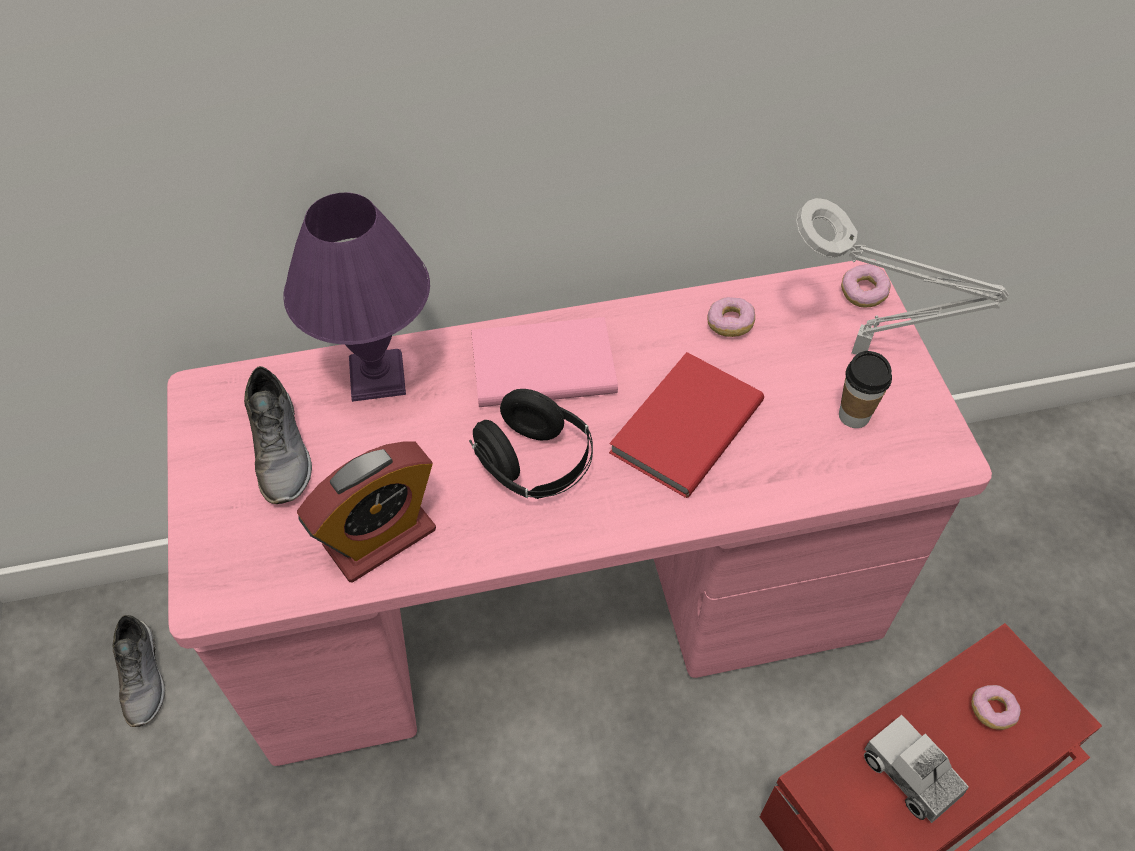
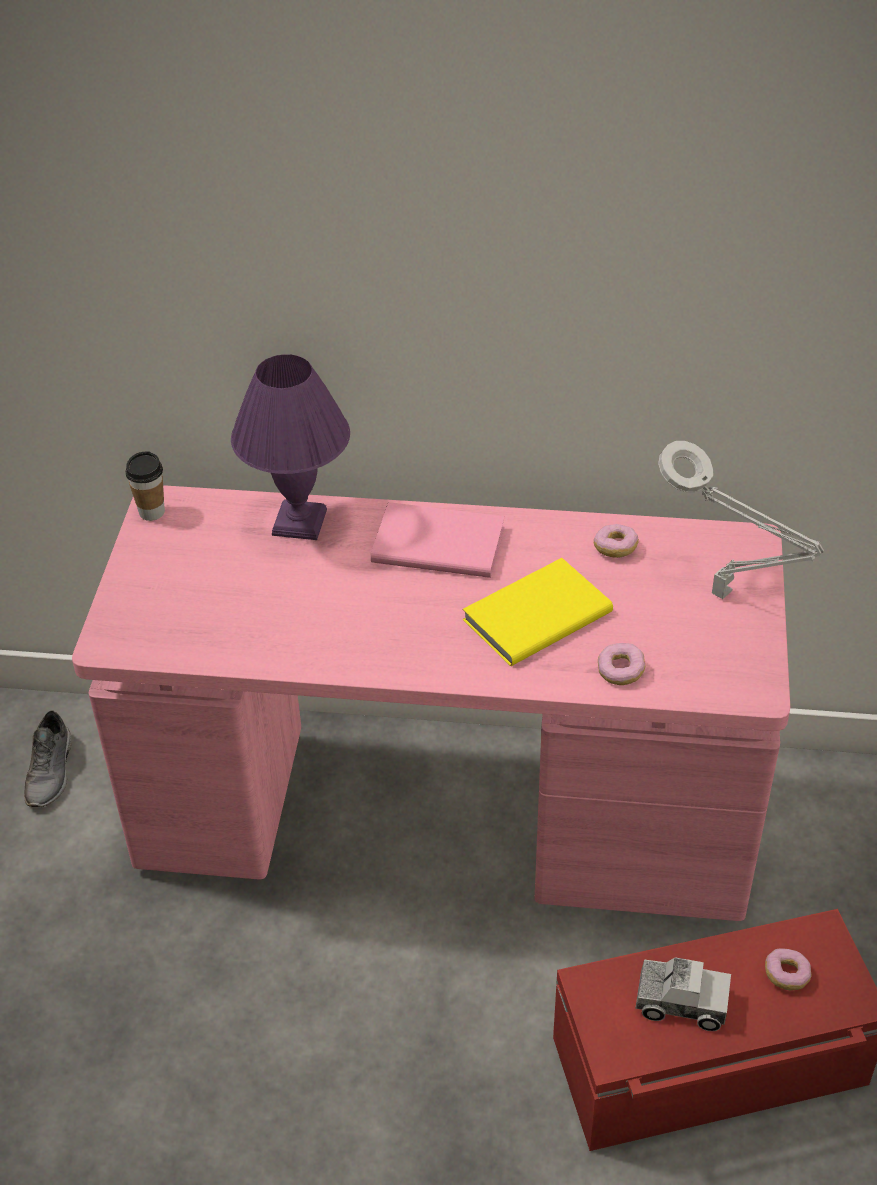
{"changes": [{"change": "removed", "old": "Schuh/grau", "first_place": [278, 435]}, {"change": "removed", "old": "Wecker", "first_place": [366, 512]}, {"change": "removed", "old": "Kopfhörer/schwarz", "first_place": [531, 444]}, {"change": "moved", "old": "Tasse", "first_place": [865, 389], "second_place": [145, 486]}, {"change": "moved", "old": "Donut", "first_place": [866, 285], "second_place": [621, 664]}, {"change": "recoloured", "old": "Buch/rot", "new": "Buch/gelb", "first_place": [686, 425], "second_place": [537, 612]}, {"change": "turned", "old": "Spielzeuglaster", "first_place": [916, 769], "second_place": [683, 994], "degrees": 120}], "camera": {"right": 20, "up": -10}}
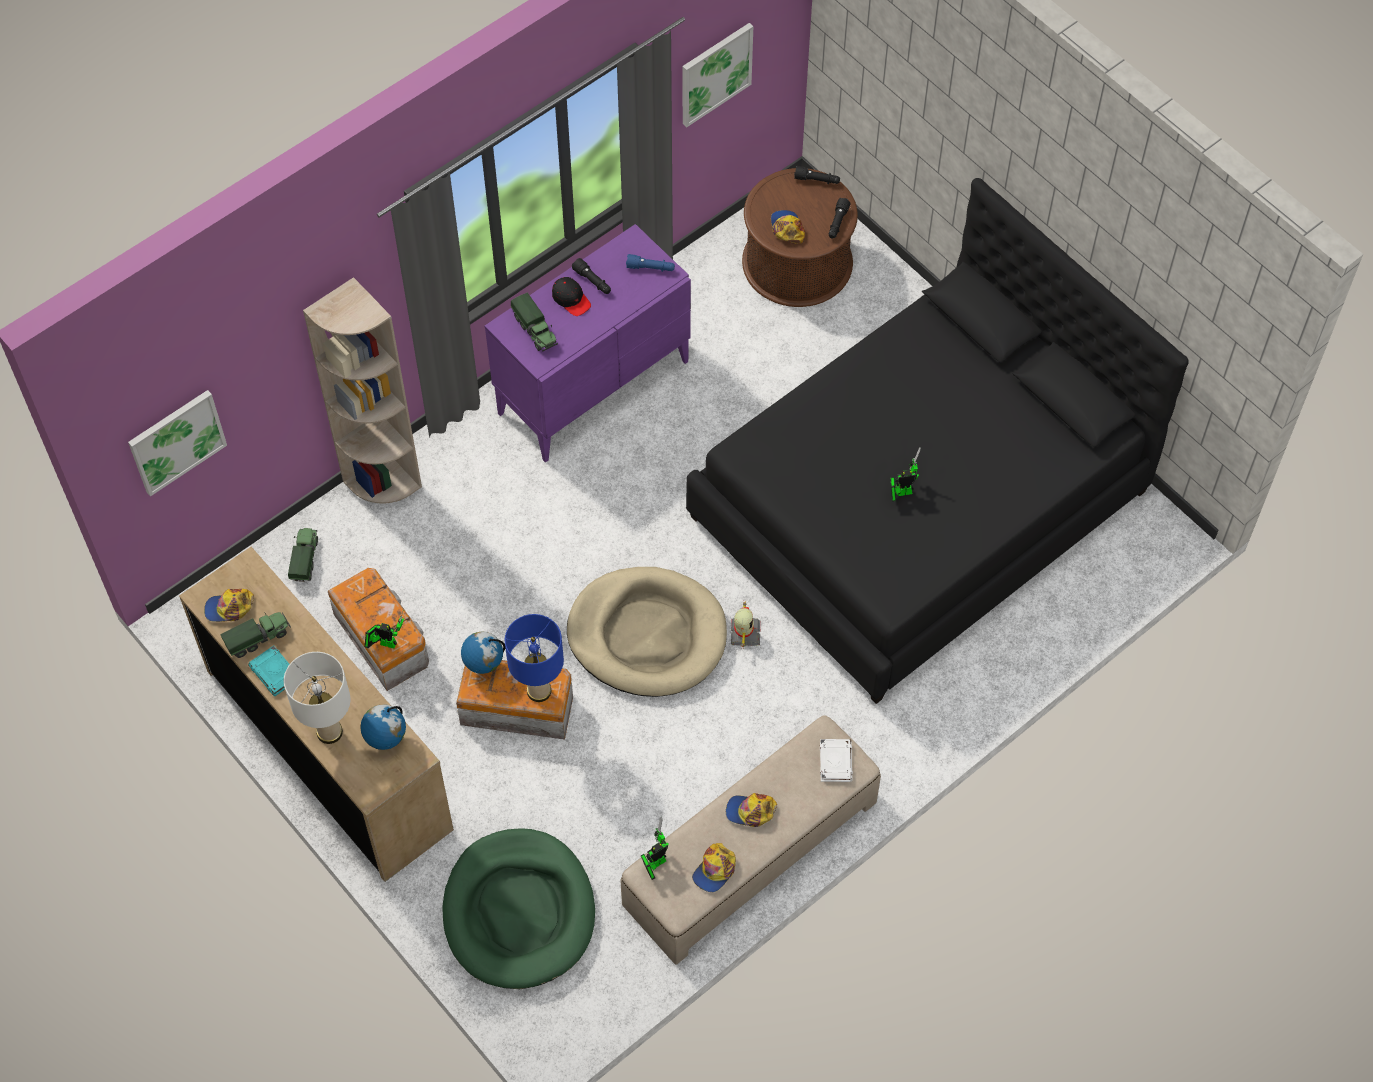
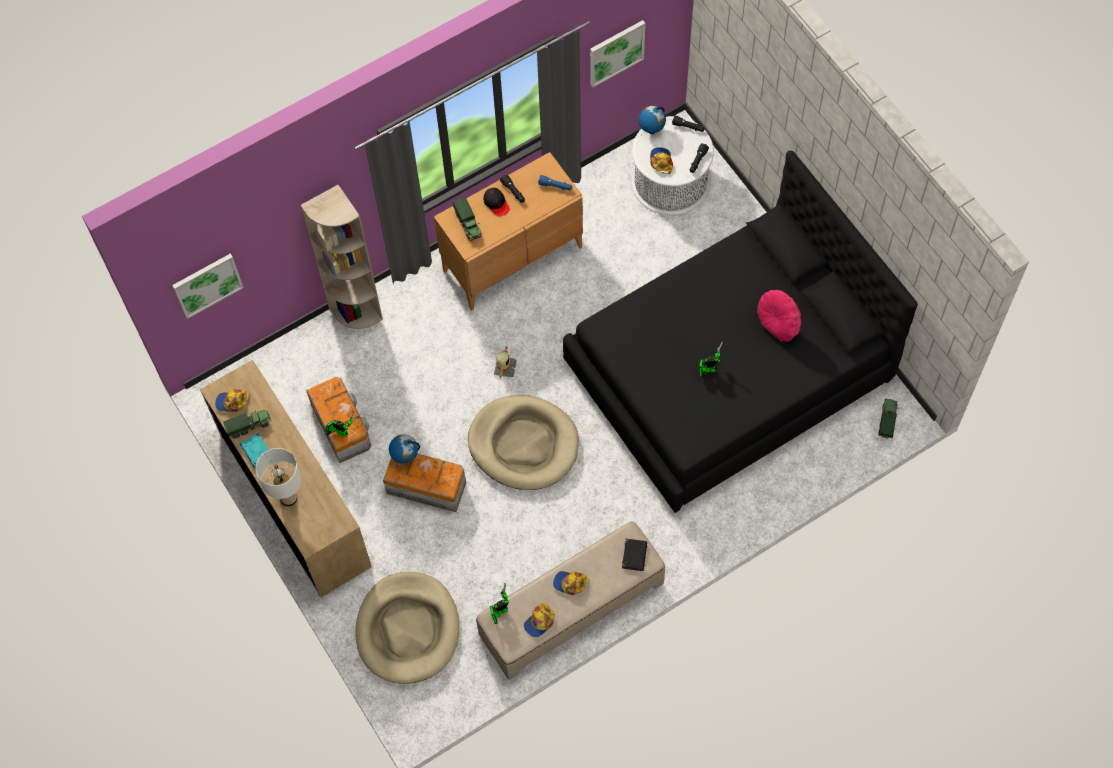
{"changes": [{"change": "removed", "old": "Tischlampe/blau", "first_place": [534, 658]}, {"change": "added", "new": "Kissen/rosa", "second_place": [779, 316]}, {"change": "moved", "old": "Spielzeuglaster", "first_place": [303, 555], "second_place": [888, 419]}, {"change": "moved", "old": "Globus", "first_place": [383, 727], "second_place": [652, 120]}, {"change": "moved", "old": "Spielzeugroboter", "first_place": [745, 625], "second_place": [505, 363]}, {"change": "recoloured", "old": "Hundebett/grün", "new": "Hundebett/beige", "first_place": [518, 908], "second_place": [407, 628]}, {"change": "recoloured", "old": "Schrank/lila", "new": "Schrank/braun", "first_place": [588, 343], "second_place": [508, 231]}, {"change": "recoloured", "old": "Couchtisch/braun", "new": "Couchtisch/weiß", "first_place": [800, 237], "second_place": [672, 165]}, {"change": "recoloured", "old": "Buch/weiß", "new": "Buch/schwarz", "first_place": [836, 760], "second_place": [634, 555]}], "camera": {"right": 10, "up": 5}}
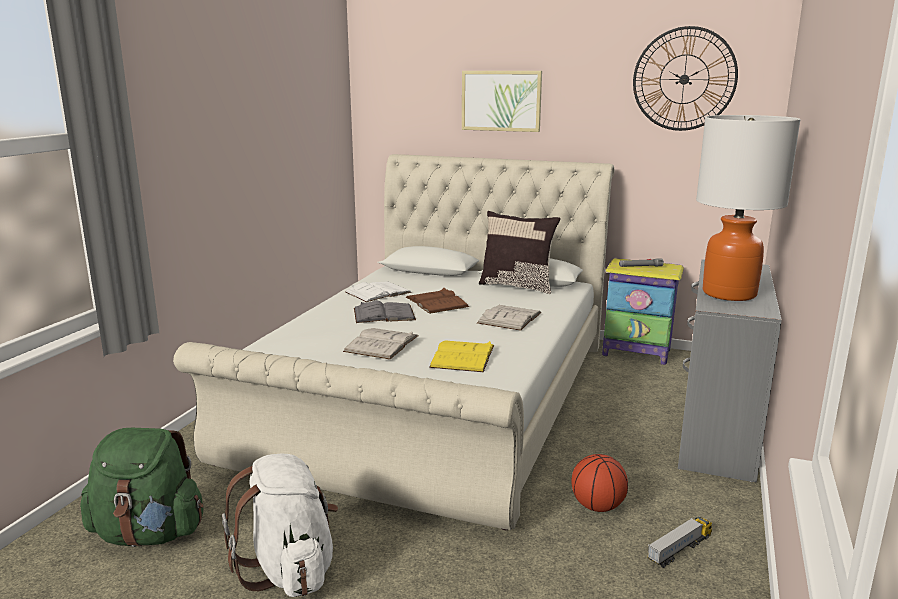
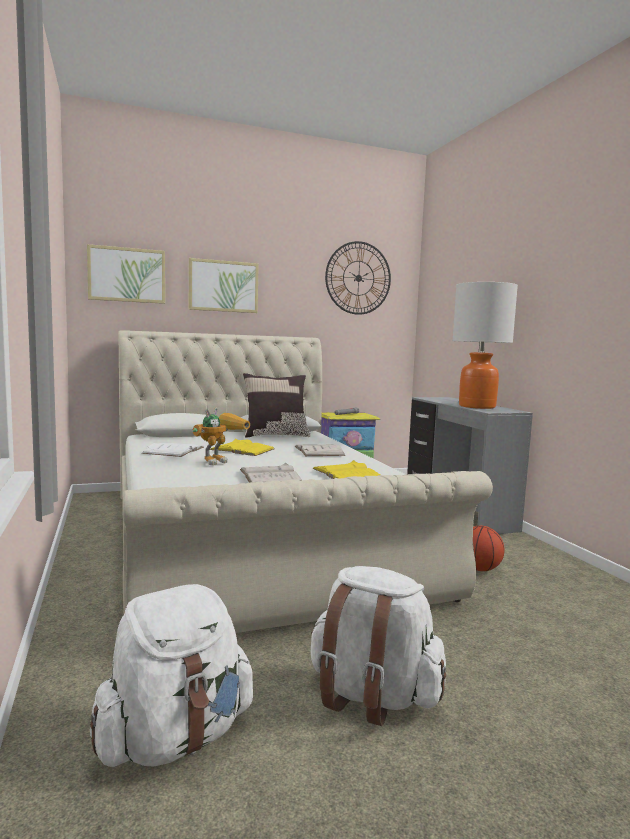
{"changes": [{"change": "removed", "old": "Spielzeuglaster", "first_place": [680, 542]}, {"change": "added", "new": "Bild", "second_place": [126, 274]}, {"change": "replaced", "old": "Buch/grau", "new": "Spielzeugroboter", "first_place": [385, 312], "second_place": [221, 437]}, {"change": "recoloured", "old": "Rucksack/grün", "new": "Rucksack/weiß", "first_place": [142, 487], "second_place": [171, 675]}, {"change": "recoloured", "old": "Buch/braun", "new": "Buch/gelb", "first_place": [437, 301], "second_place": [242, 447]}], "camera": {"right": -40, "up": -10}}
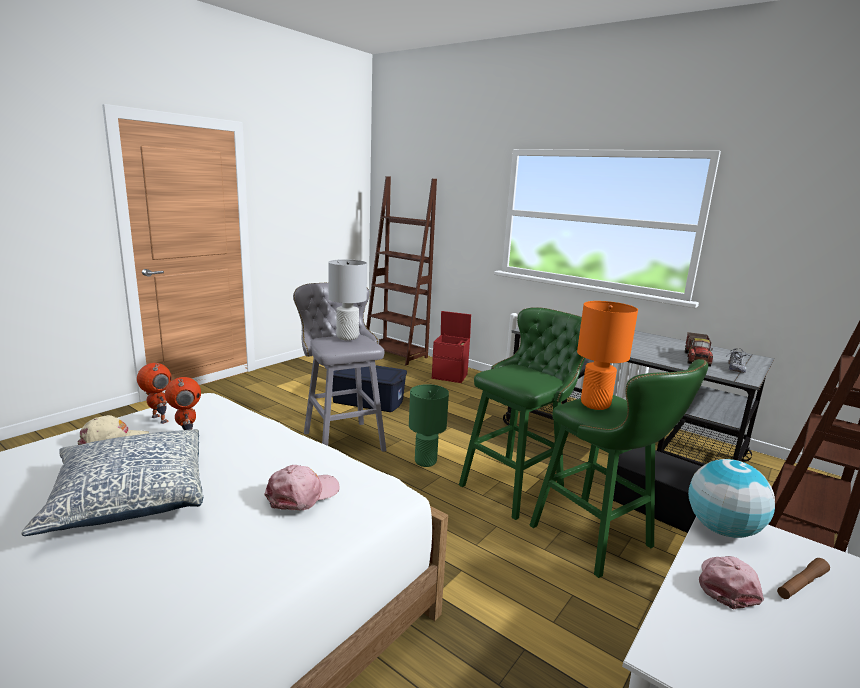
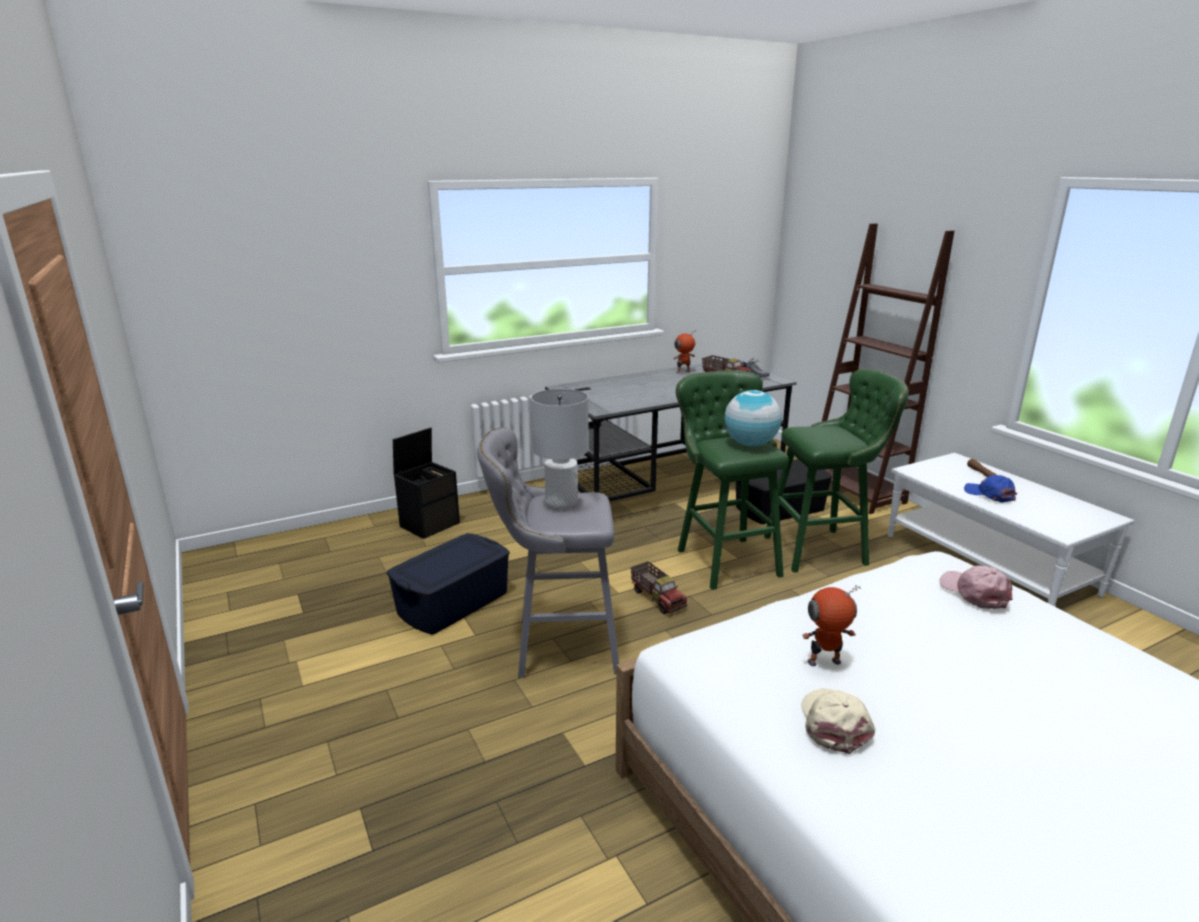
{"changes": [{"change": "removed", "old": "Kissen", "first_place": [112, 482]}, {"change": "removed", "old": "Bücherregal/braun", "first_place": [401, 270]}, {"change": "removed", "old": "Tischlampe/orange", "first_place": [607, 355]}, {"change": "moved", "old": "Spielzeugroboter", "first_place": [154, 393], "second_place": [685, 351]}, {"change": "moved", "old": "Globus", "first_place": [731, 498], "second_place": [753, 418]}, {"change": "replaced", "old": "Tischlampe/grün", "new": "Spielzeuglaster", "first_place": [429, 425], "second_place": [658, 587]}, {"change": "recoloured", "old": "Aufbewahrungsbox/rot", "new": "Aufbewahrungsbox/schwarz", "first_place": [451, 347], "second_place": [426, 483]}, {"change": "recoloured", "old": "Kappe/rosa", "new": "Kappe/blau", "first_place": [731, 582], "second_place": [990, 489]}], "camera": {"right": -65, "up": 5}}
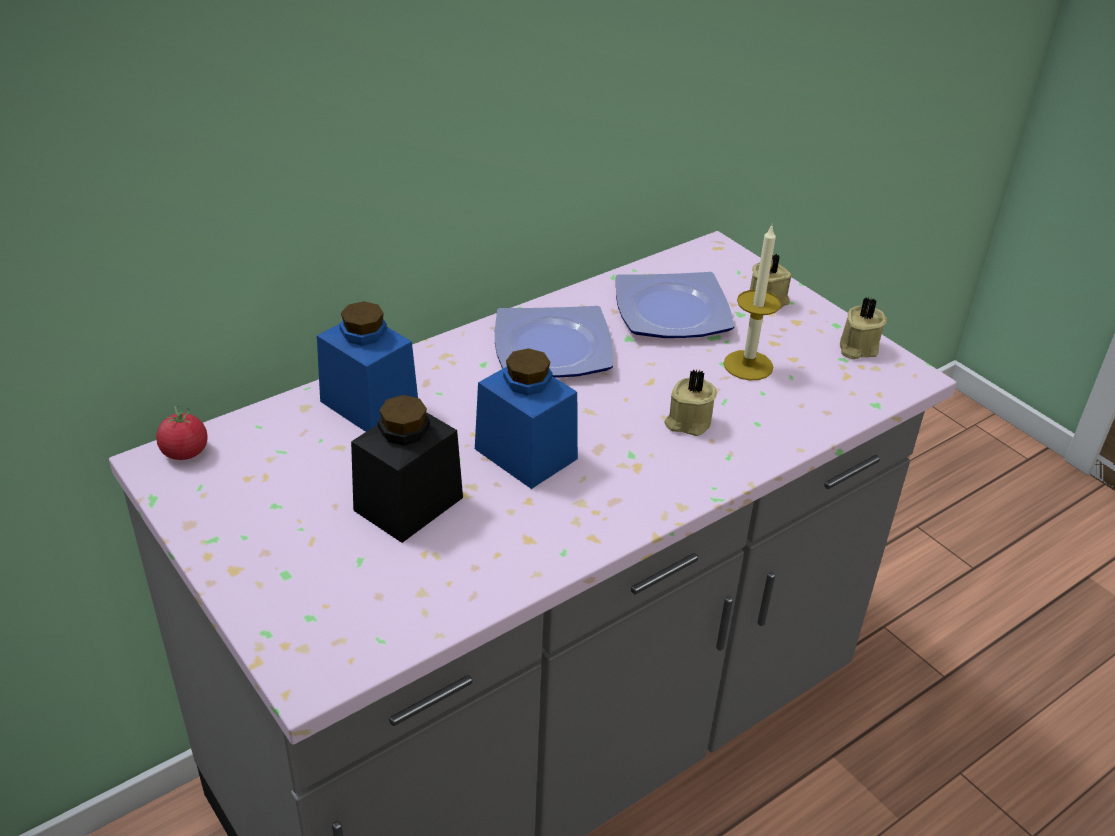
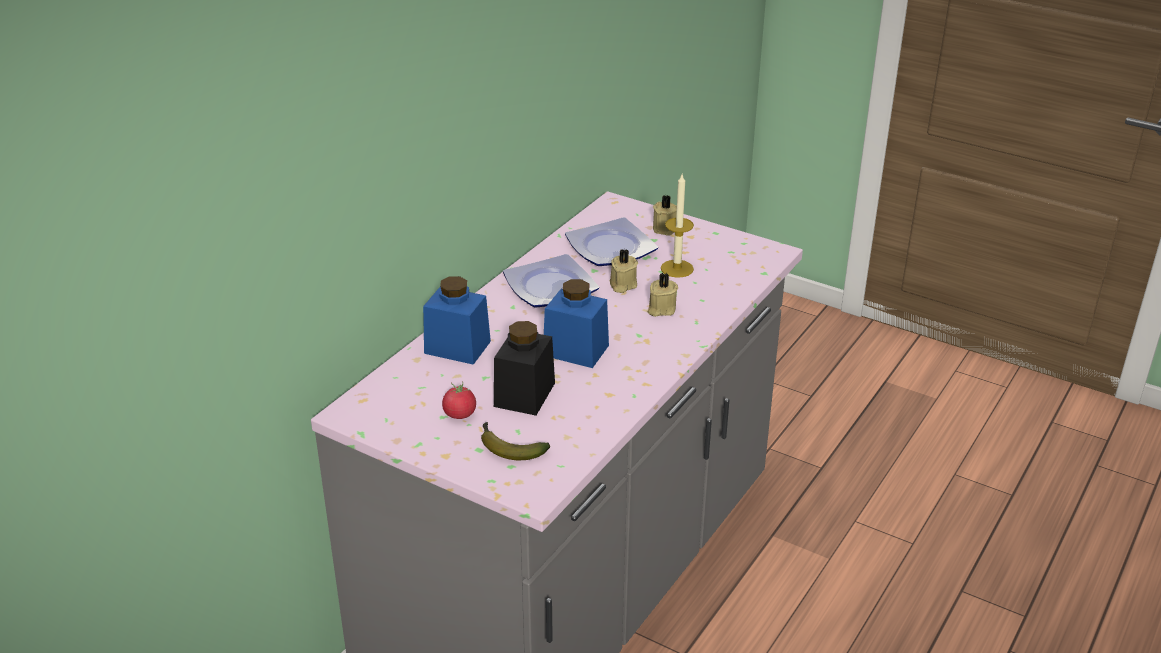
{"changes": [{"change": "added", "new": "Banane", "second_place": [515, 441]}, {"change": "moved", "old": "Tomate", "first_place": [182, 432], "second_place": [459, 400]}, {"change": "moved", "old": "Kerze/beige", "first_place": [863, 328], "second_place": [623, 271]}], "camera": {"right": -20, "up": -5}}
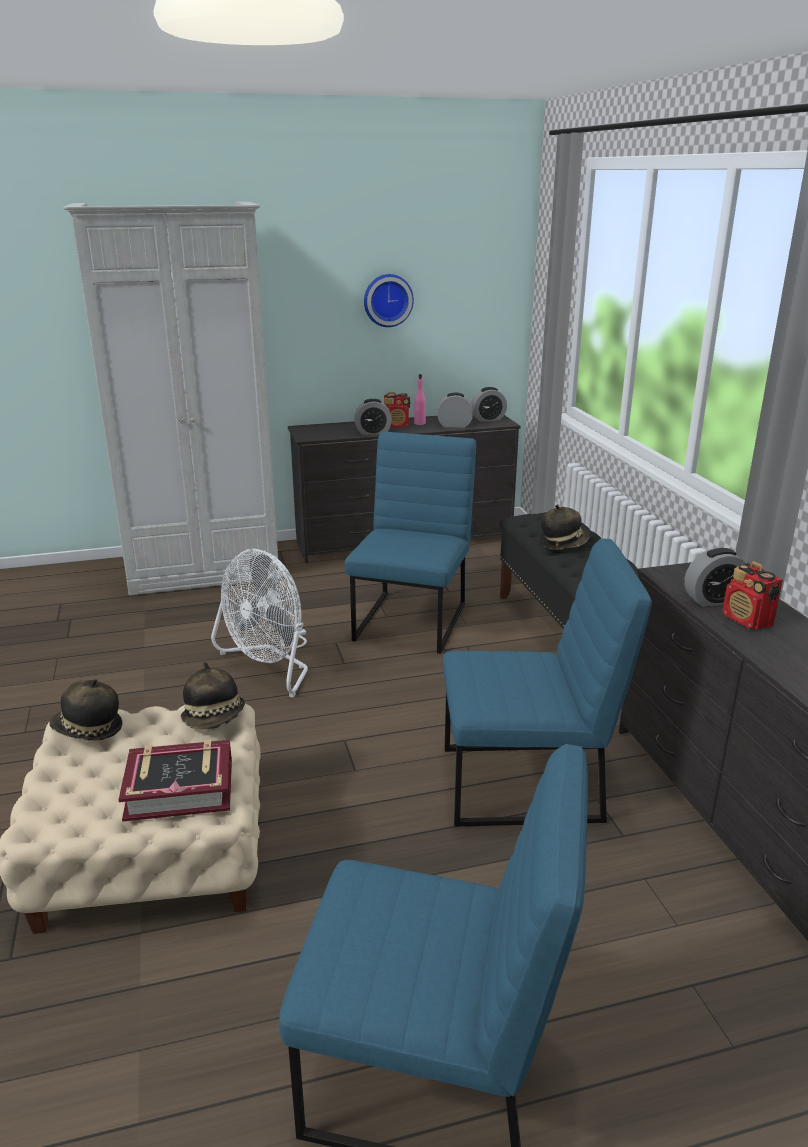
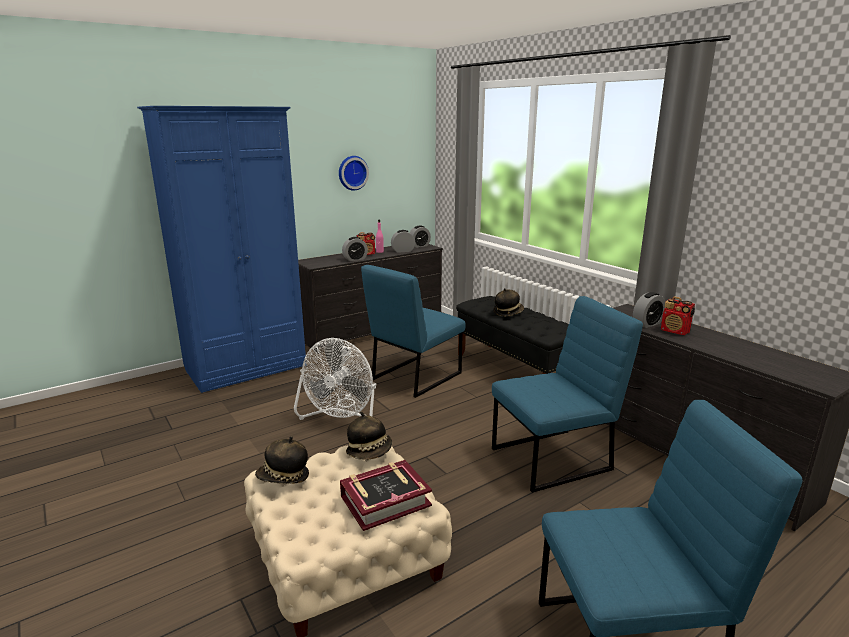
{"changes": [{"change": "recoloured", "old": "Kleiderschrank/weiß", "new": "Kleiderschrank/blau", "first_place": [171, 398], "second_place": [222, 249]}, {"change": "turned", "old": "Stuhl/blau", "first_place": [410, 543], "second_place": [413, 331], "degrees": -135}], "camera": {"right": -20, "up": -5}}
